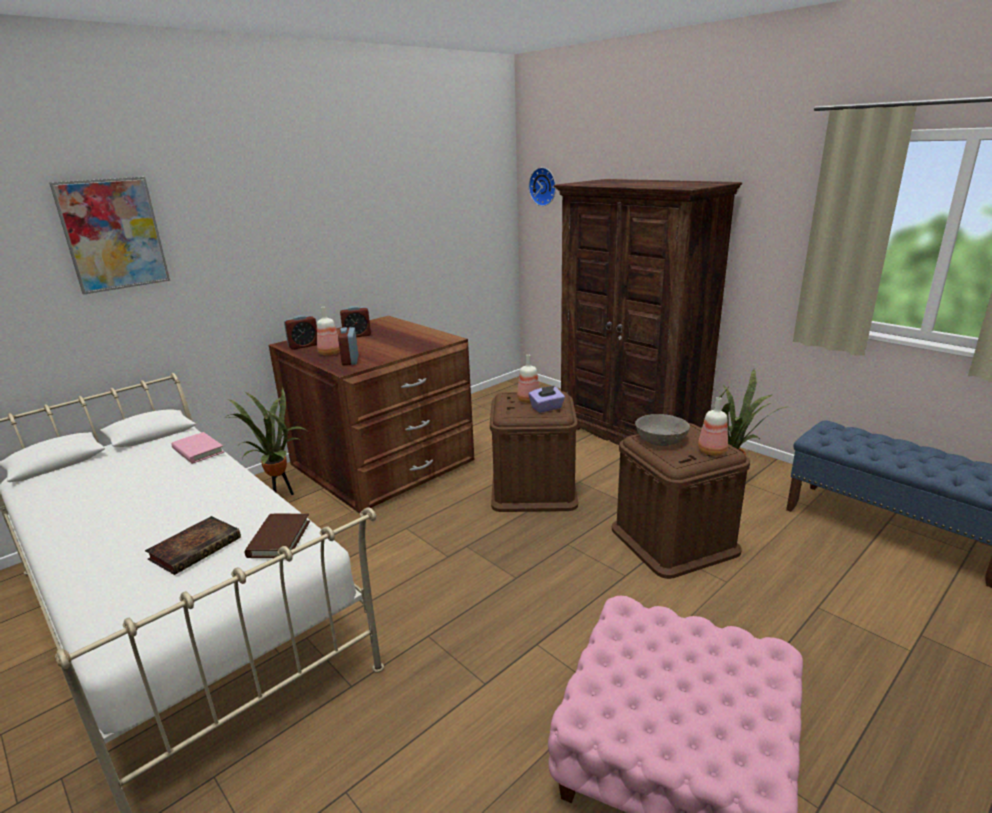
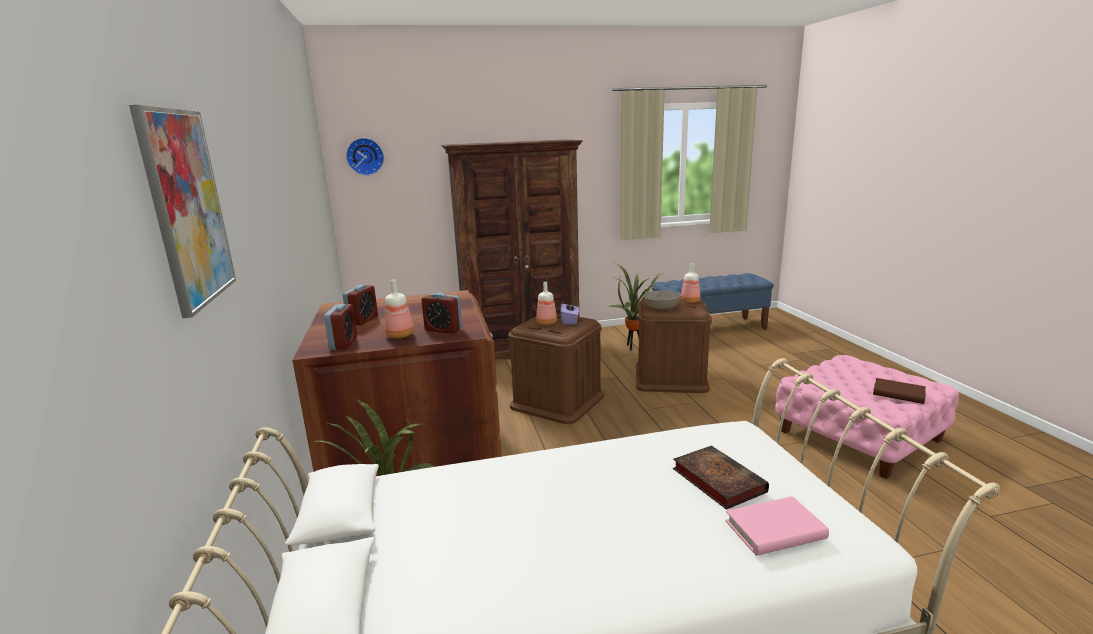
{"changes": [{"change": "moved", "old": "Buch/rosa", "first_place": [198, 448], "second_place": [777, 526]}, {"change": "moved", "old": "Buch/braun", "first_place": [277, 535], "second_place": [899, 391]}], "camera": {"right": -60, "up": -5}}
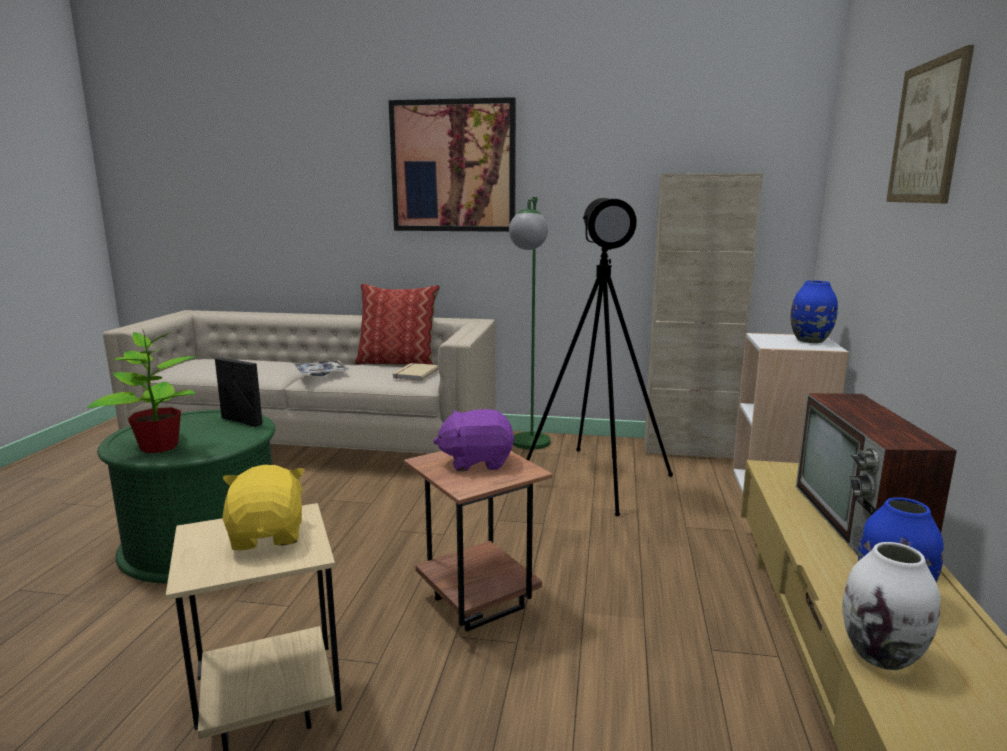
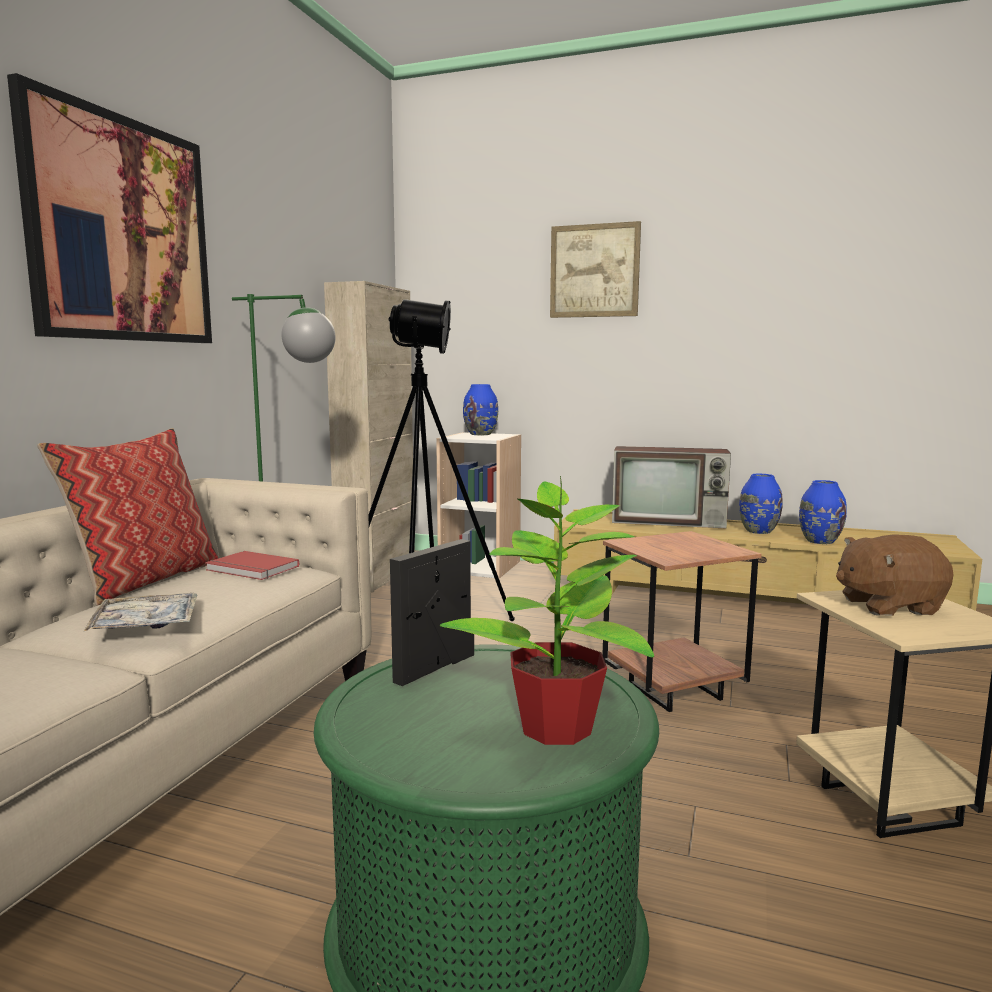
{"changes": [{"change": "removed", "old": "Plüschtier/lila", "first_place": [474, 440]}, {"change": "recoloured", "old": "Plüschtier/gelb", "new": "Plüschtier/braun", "first_place": [264, 508], "second_place": [894, 575]}, {"change": "recoloured", "old": "Buch/beige", "new": "Buch/rot", "first_place": [415, 372], "second_place": [252, 565]}, {"change": "recoloured", "old": "Vase/weiß", "new": "Vase/blau", "first_place": [891, 606], "second_place": [823, 512]}], "camera": {"right": -80, "up": -5}}
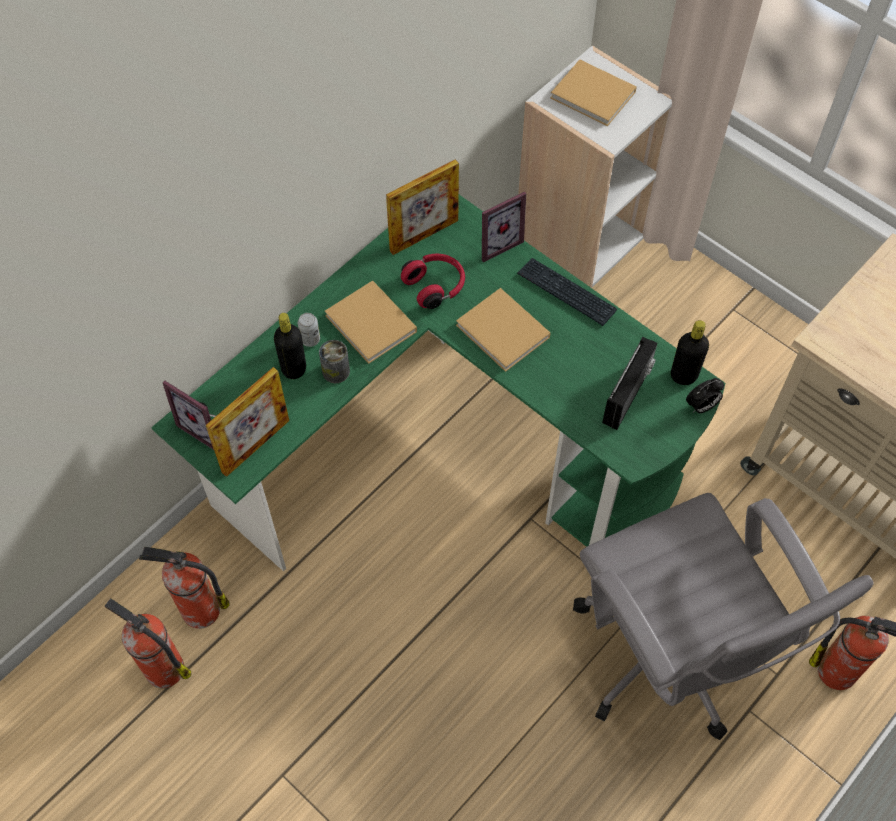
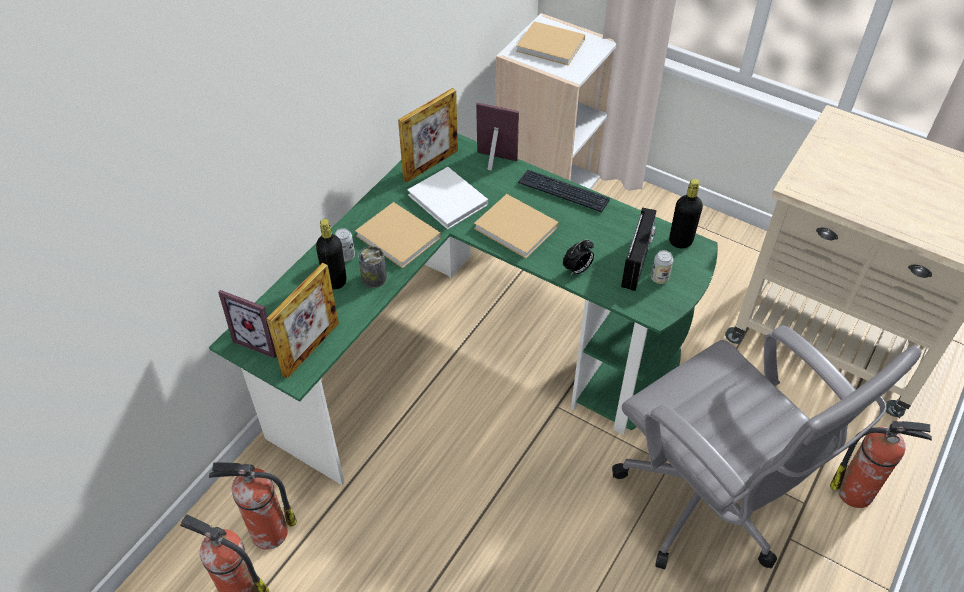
{"changes": [{"change": "added", "new": "Dose", "second_place": [662, 267]}, {"change": "moved", "old": "Wecker", "first_place": [705, 395], "second_place": [578, 257]}, {"change": "replaced", "old": "Kopfhörer/rot", "new": "Buch/weiß", "first_place": [433, 281], "second_place": [448, 198]}, {"change": "turned", "old": "Bilderrahmen", "first_place": [504, 227], "second_place": [497, 137], "degrees": -120}], "camera": {"right": -10, "up": -10}}
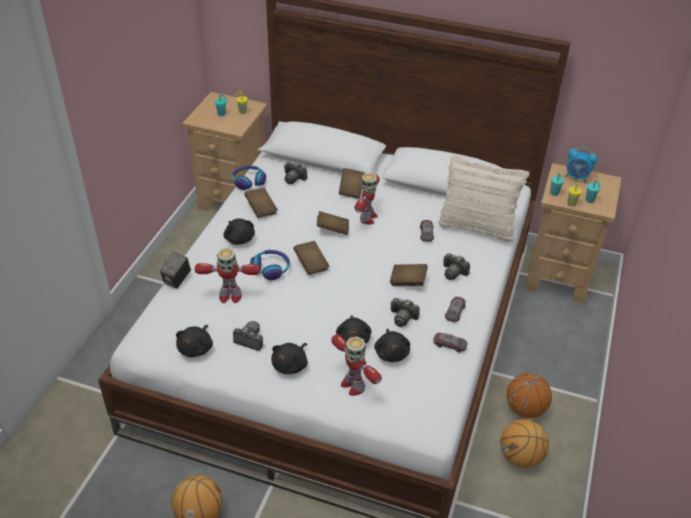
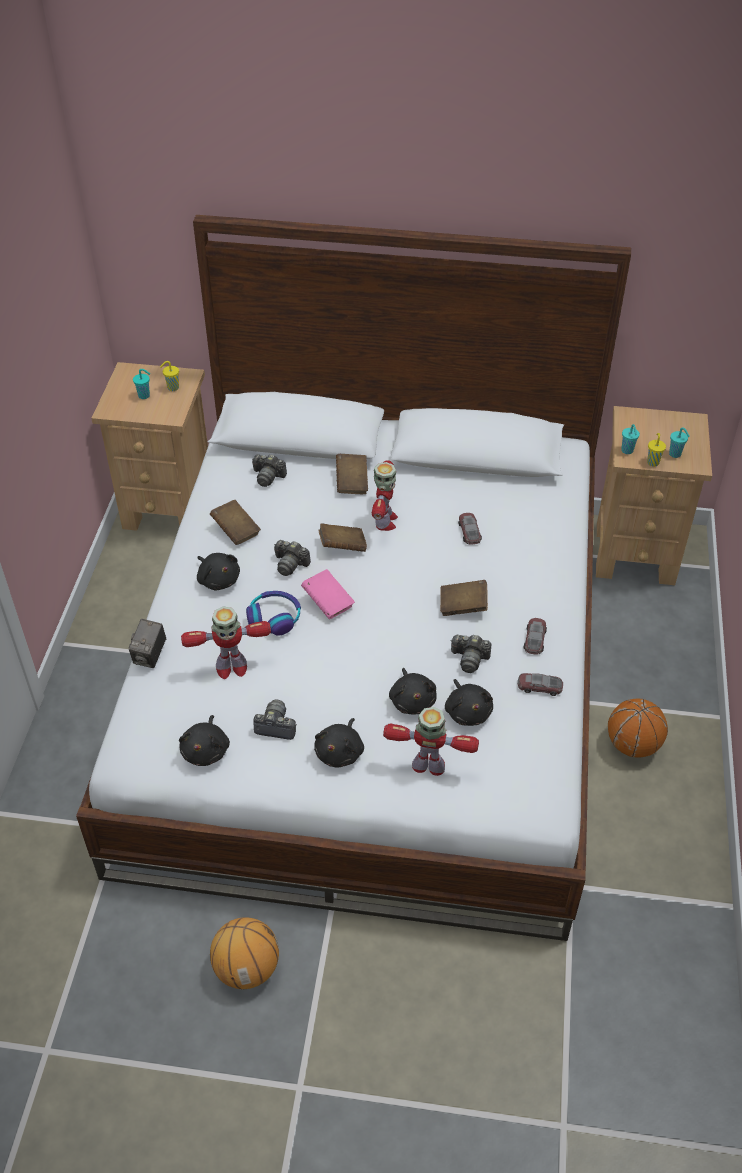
{"changes": [{"change": "removed", "old": "Kopfhörer", "first_place": [249, 178]}, {"change": "removed", "old": "Kissen/beige", "first_place": [484, 198]}, {"change": "removed", "old": "Basketball", "first_place": [524, 443]}, {"change": "removed", "old": "Wecker", "first_place": [581, 165]}, {"change": "moved", "old": "Kamera", "first_place": [456, 266], "second_place": [292, 558]}, {"change": "recoloured", "old": "Buch/braun", "new": "Buch/rosa", "first_place": [311, 258], "second_place": [328, 594]}, {"change": "turned", "old": "Spielzeugroboter", "first_place": [356, 365], "second_place": [431, 741], "degrees": 150}], "camera": {"right": -10, "up": 5}}
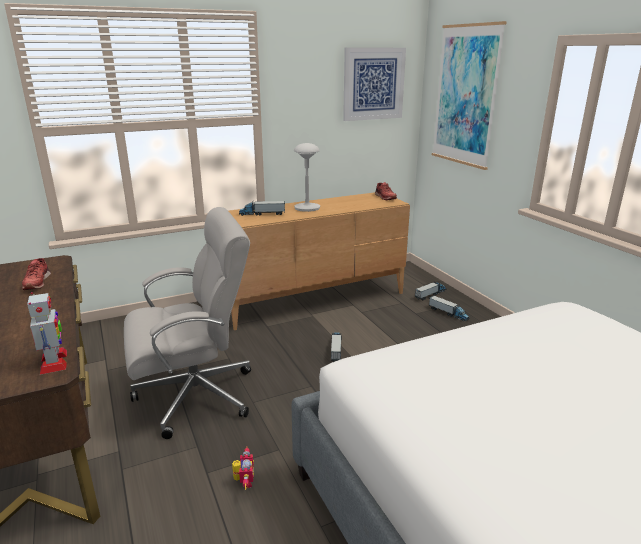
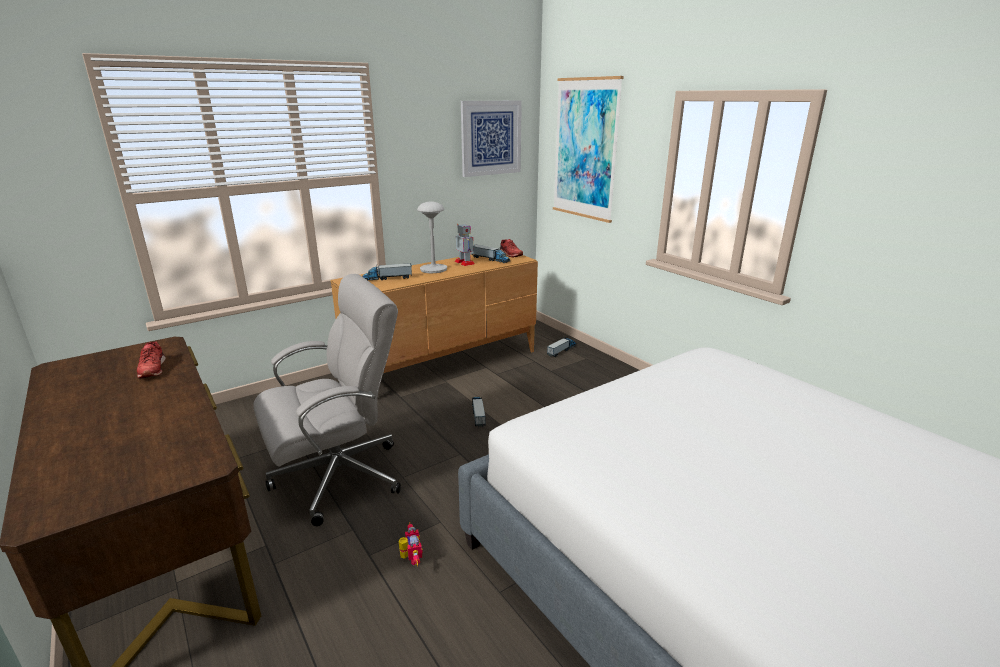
{"changes": [{"change": "moved", "old": "Spielzeugroboter", "first_place": [47, 333], "second_place": [465, 245]}, {"change": "moved", "old": "Spielzeuglaster", "first_place": [449, 308], "second_place": [491, 253]}], "camera": {"right": -10, "up": 0}}
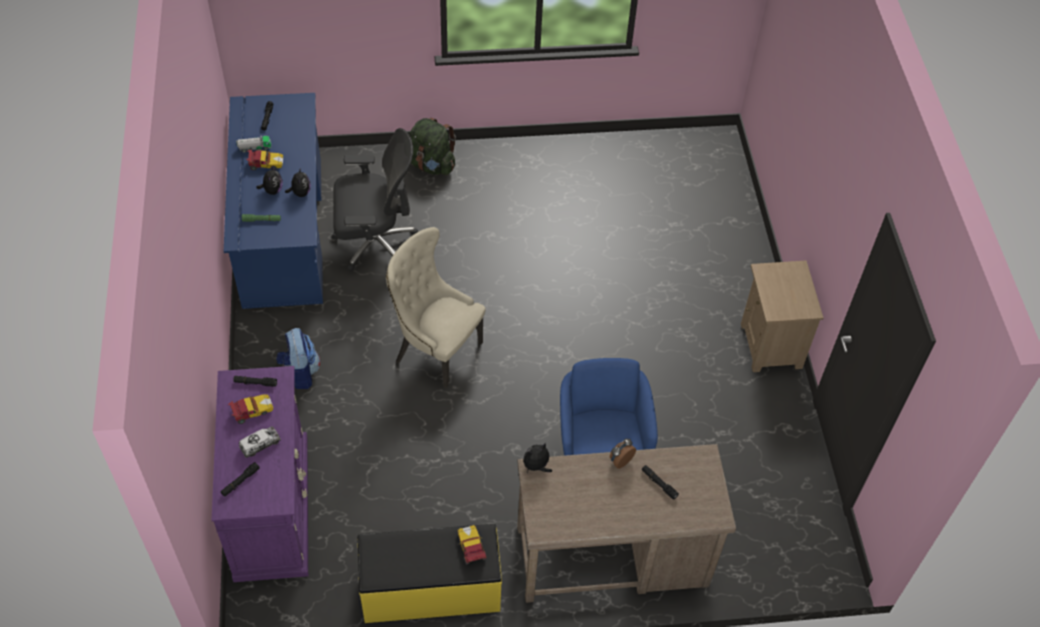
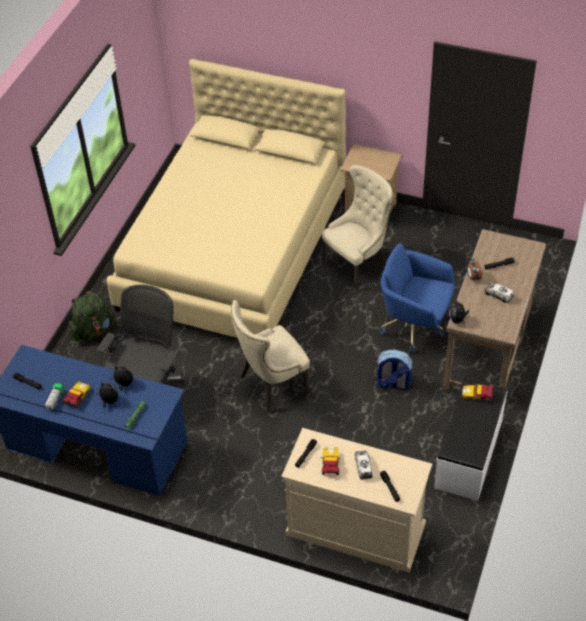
{"changes": [{"change": "added", "new": "Bett/beige", "second_place": [226, 198]}, {"change": "added", "new": "Stuhl/beige", "second_place": [357, 227]}, {"change": "added", "new": "Spielzeuglaster", "second_place": [499, 293]}, {"change": "moved", "old": "Rucksack", "first_place": [298, 358], "second_place": [394, 370]}, {"change": "recoloured", "old": "Kommode/lila", "new": "Kommode/beige", "first_place": [260, 474], "second_place": [356, 500]}, {"change": "recoloured", "old": "Bank/gelb", "new": "Bank/weiß", "first_place": [429, 573], "second_place": [470, 439]}], "camera": {"right": -60, "up": -5}}
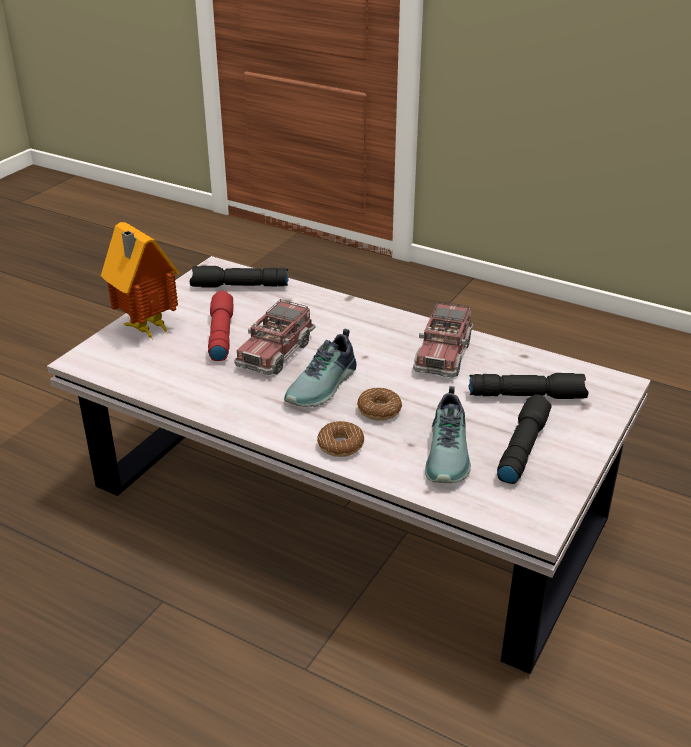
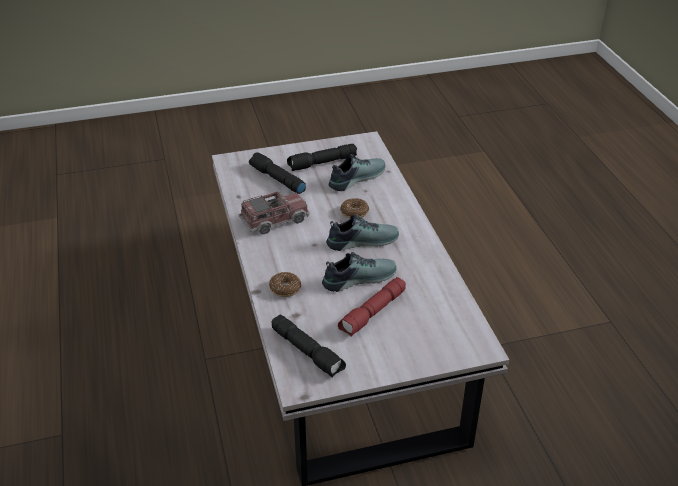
{"changes": [{"change": "removed", "old": "Spielzeughaus", "first_place": [140, 281]}, {"change": "moved", "old": "Donut", "first_place": [340, 439], "second_place": [285, 284]}, {"change": "replaced", "old": "Spielzeuglaster", "new": "Schuh", "first_place": [274, 337], "second_place": [359, 272]}], "camera": {"right": -135, "up": 5}}
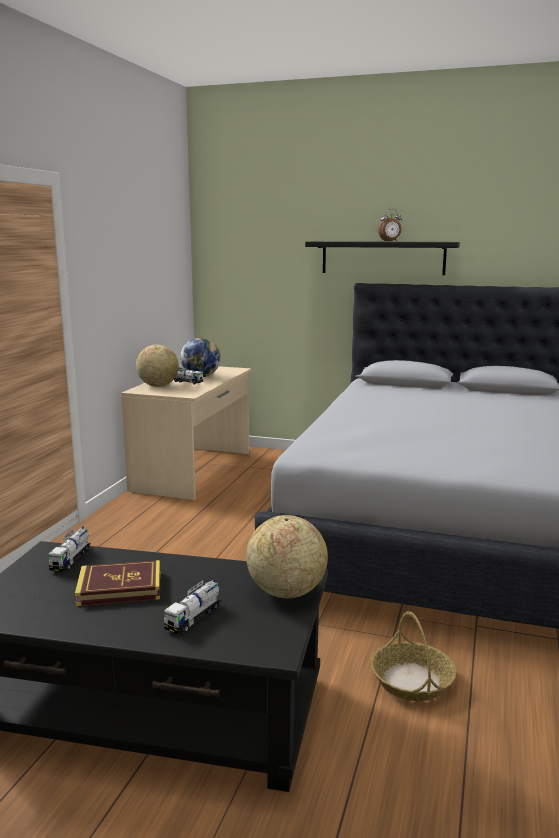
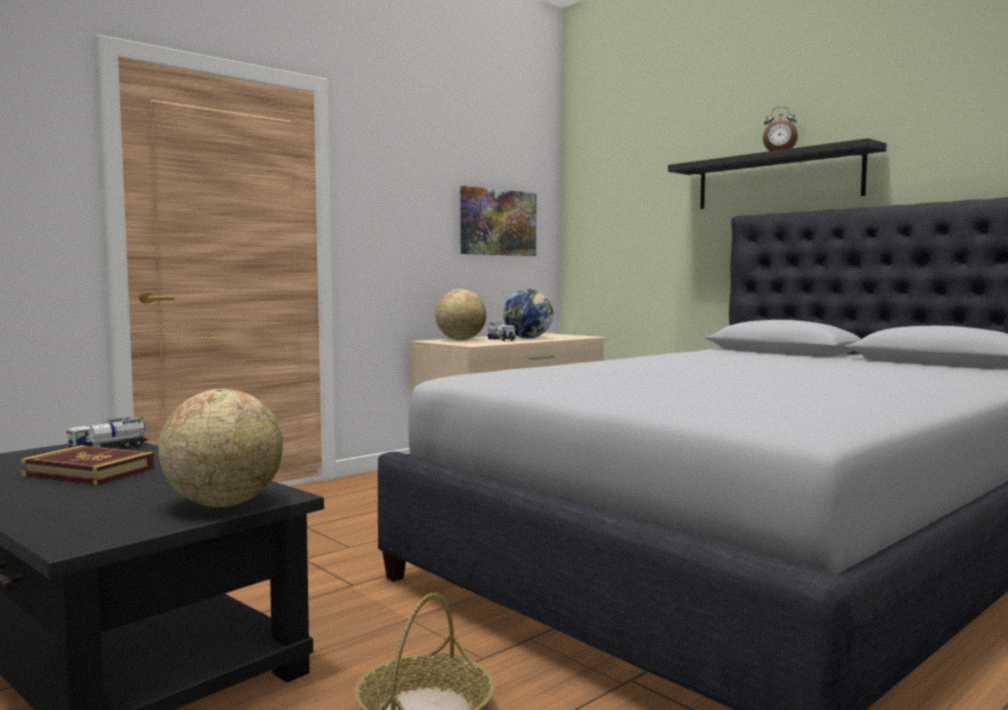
{"changes": [{"change": "removed", "old": "Spielzeuglaster", "first_place": [192, 606]}, {"change": "added", "new": "Bild", "second_place": [498, 221]}], "camera": {"right": 30, "up": -10}}
